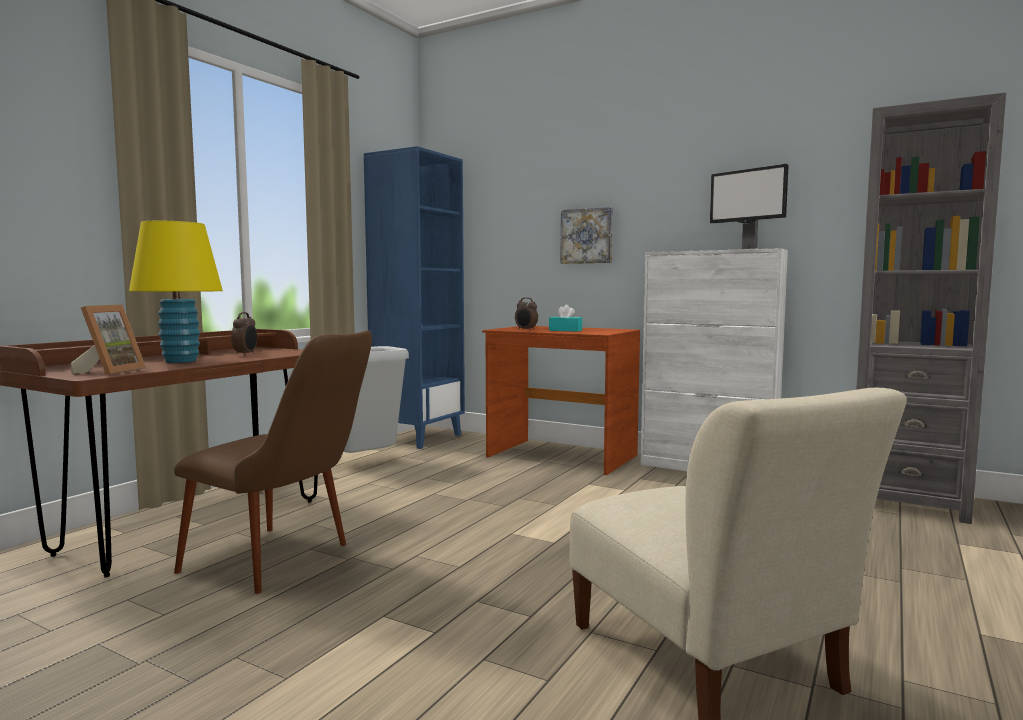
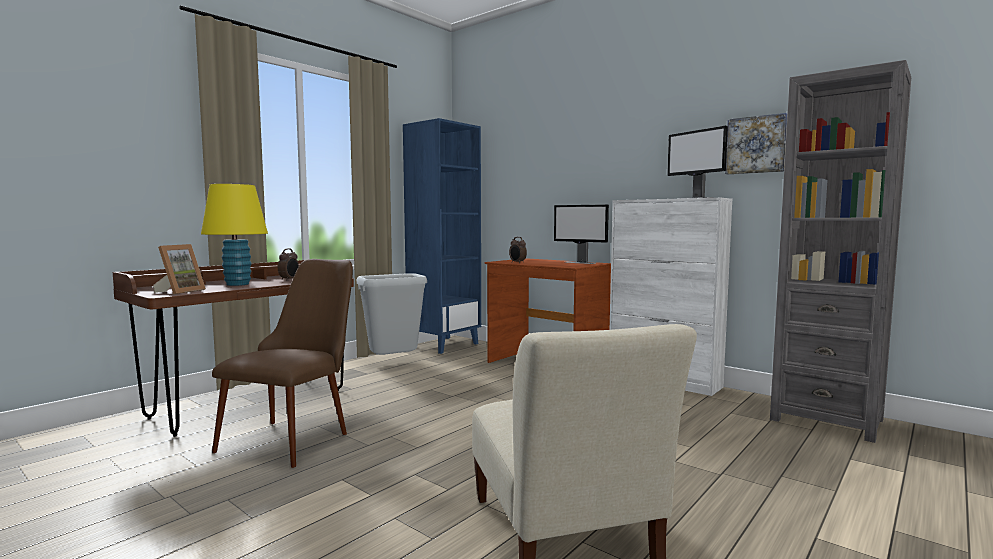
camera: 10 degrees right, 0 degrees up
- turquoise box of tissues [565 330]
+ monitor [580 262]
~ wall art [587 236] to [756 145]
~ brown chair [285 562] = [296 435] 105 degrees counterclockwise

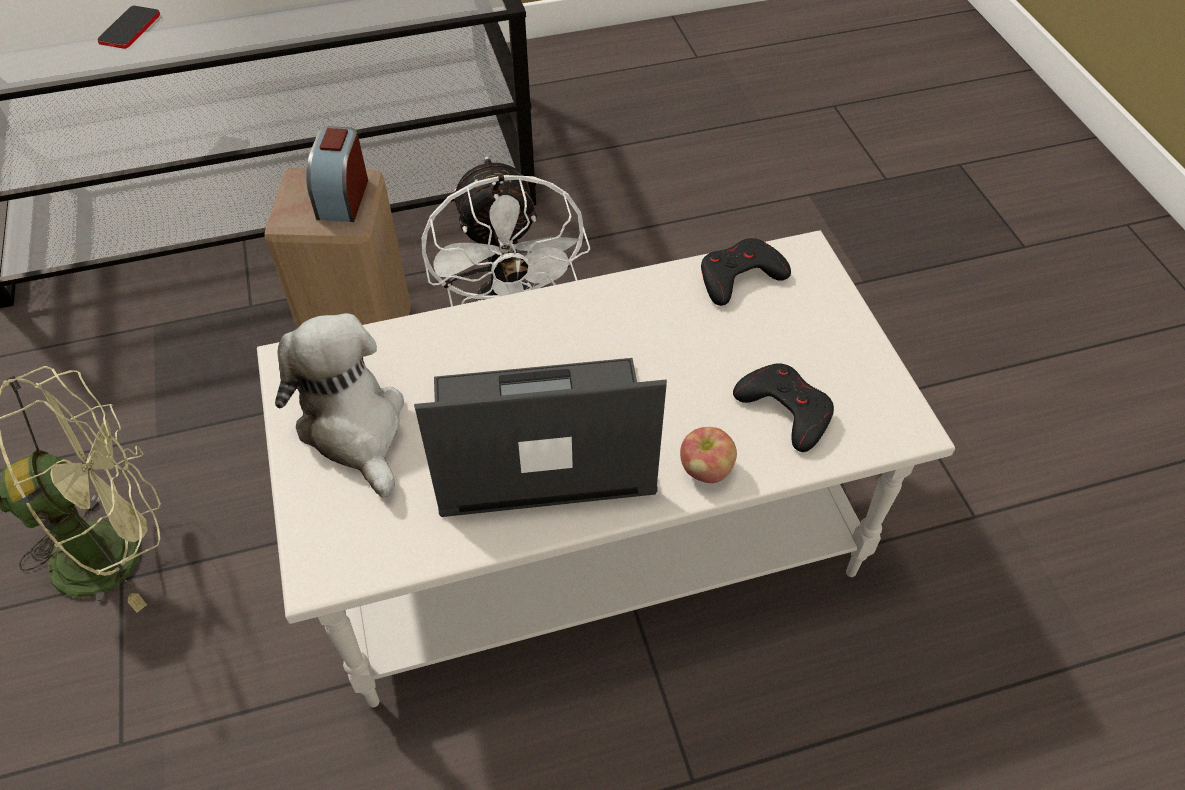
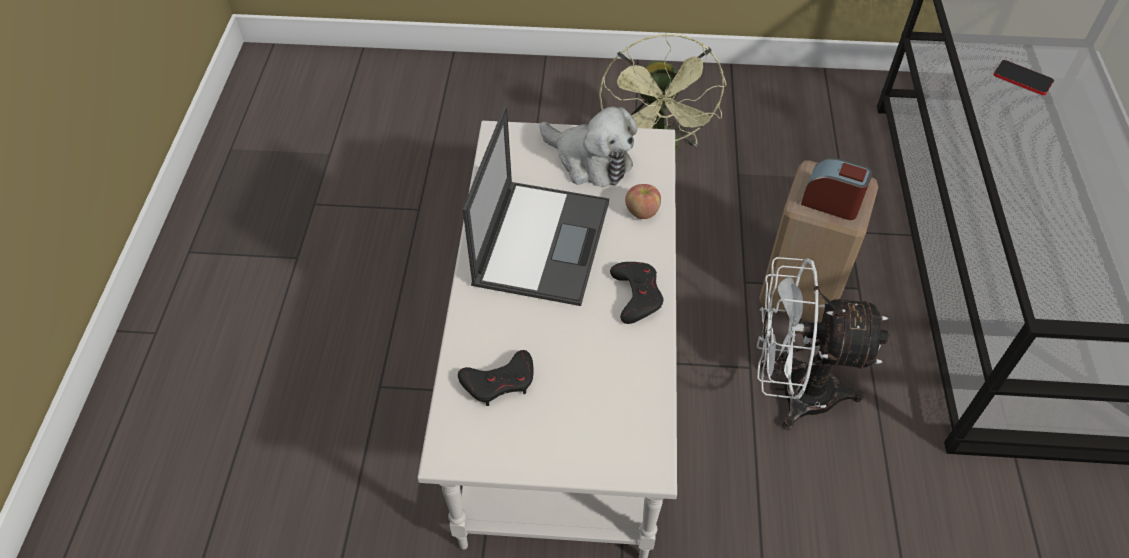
camera: 110 degrees right, 0 degrees up
~ apple [706 470] to [642 211]
~ black joypad [739 277] to [636 295]
~ cuddly toy [354 427] = [590 161] 45 degrees clockwise

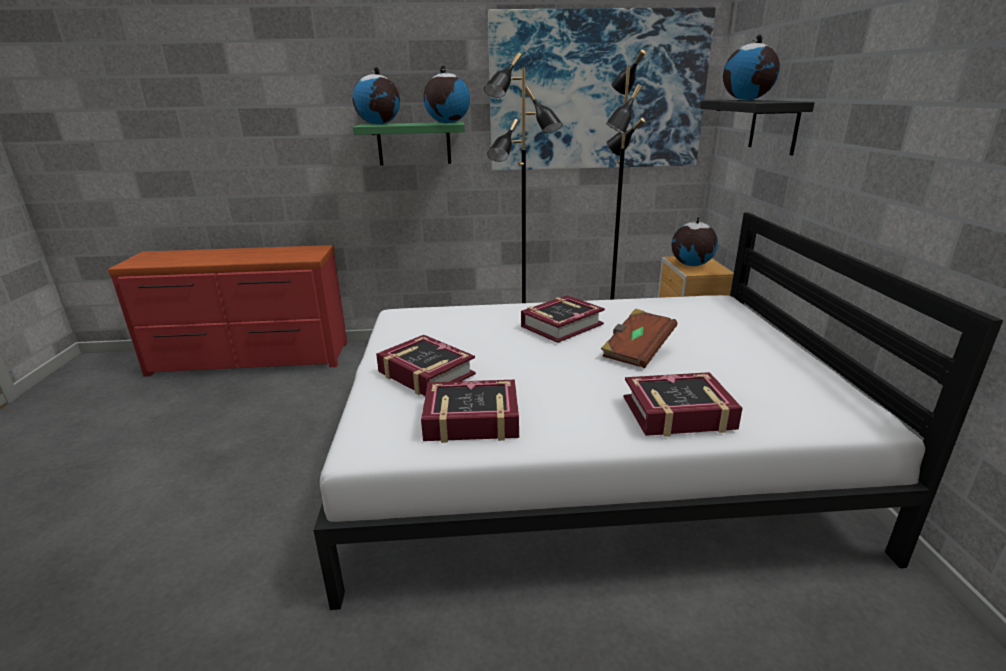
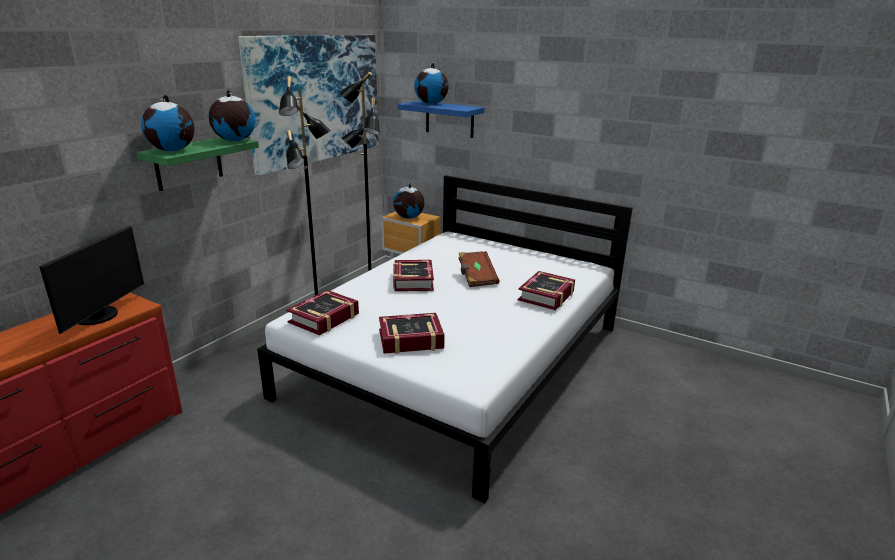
camera: 55 degrees left, 0 degrees up
+ monitor [100 316]
~ volume [471 420] to [324 318]
~ black wall shelf [774 126] to blue-coloured wall shelf [449 119]

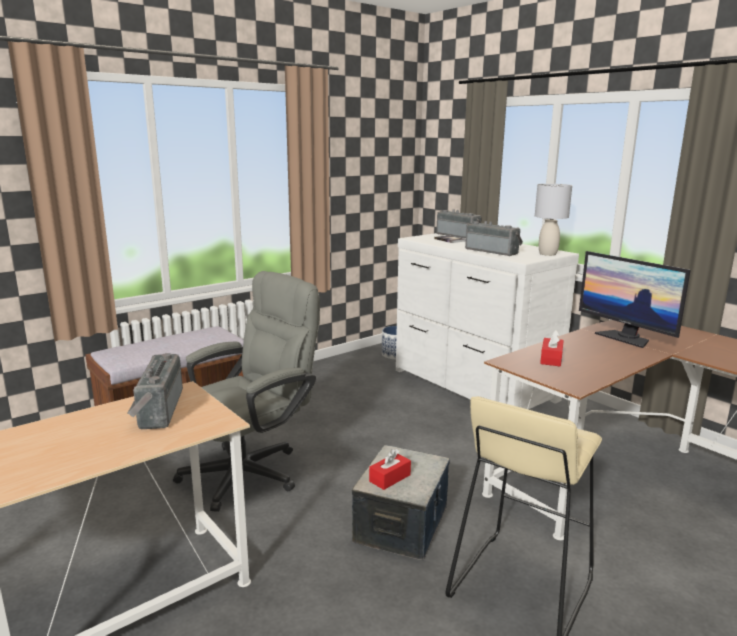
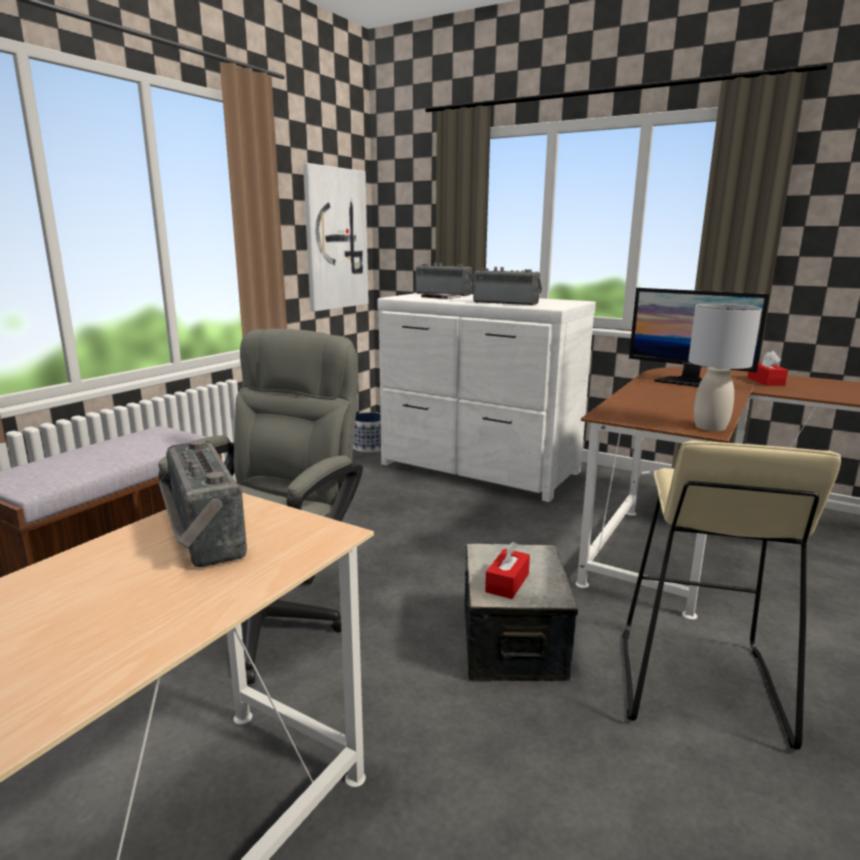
camera: 20 degrees left, 0 degrees up
+ wall art [335 239]
~ grey tabletop lamp [547 254] to [709 427]
~ red-coloured box of tissues [551 359] to [765 381]

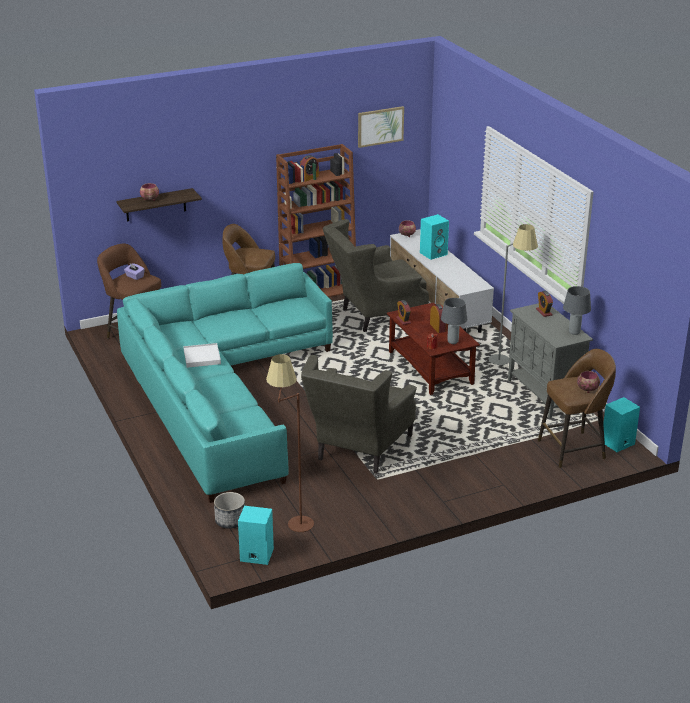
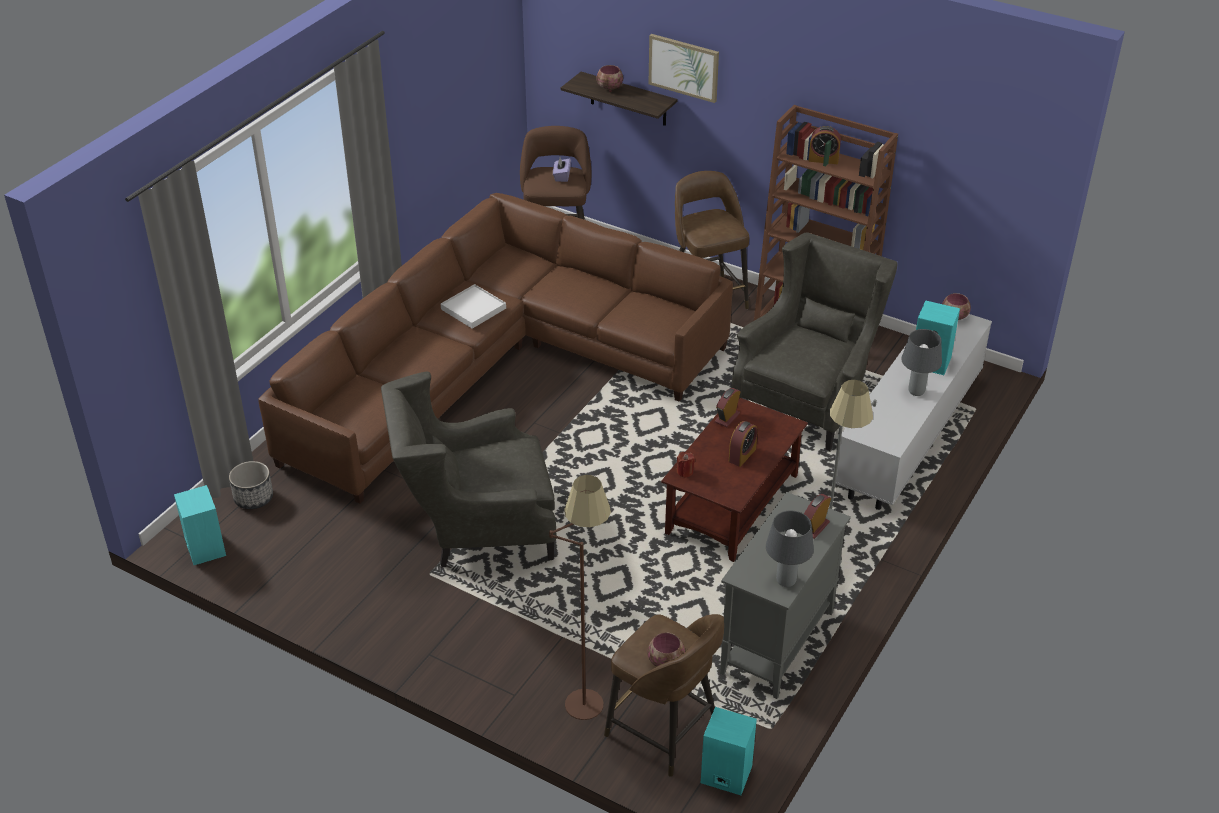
camera: 55 degrees right, 10 degrees up
~ brown floor lamp [291 519] to [585 690]
~ wall art [380 126] to [684 67]
~ grey tabletop lamp [452 342] to [916 391]
~ turquoise settee [220 393] to brown settee [497 366]
~ grey armchair [375 316] = [808 398] 90 degrees clockwise

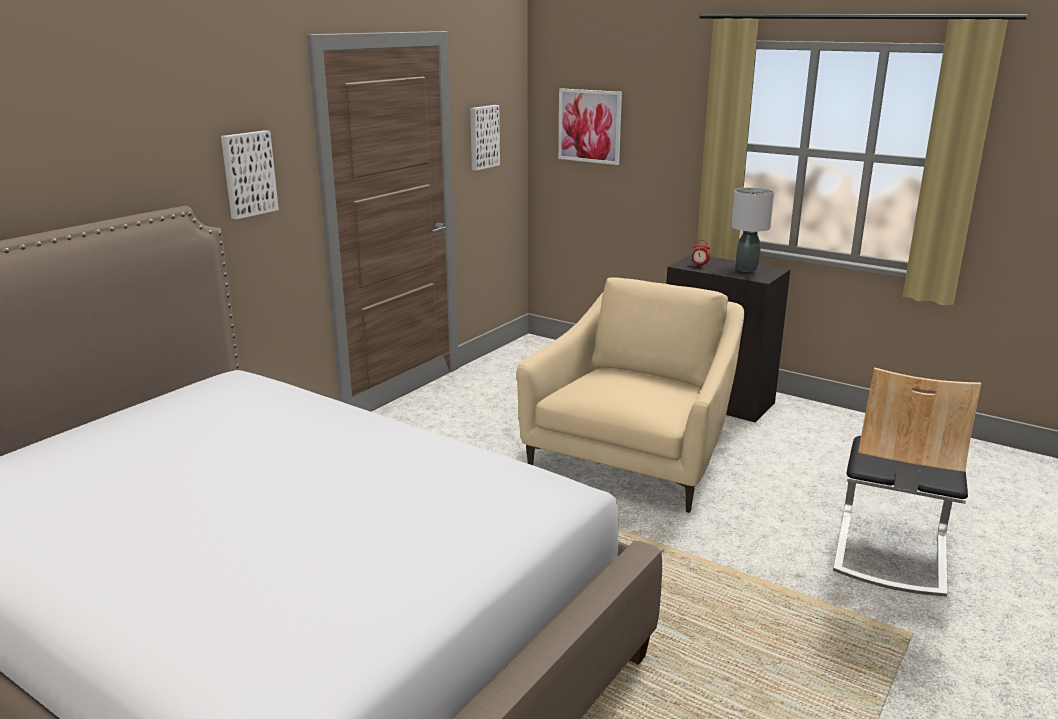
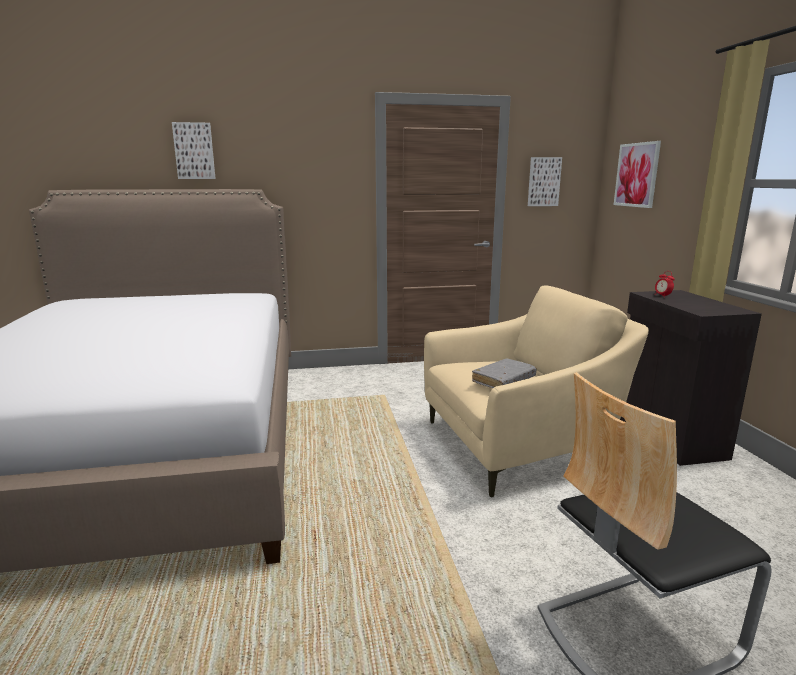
camera: 45 degrees right, 5 degrees down
- grey tabletop lamp [746 269]
+ grey volume [503 380]
~ wall art [248 174] to [194 151]

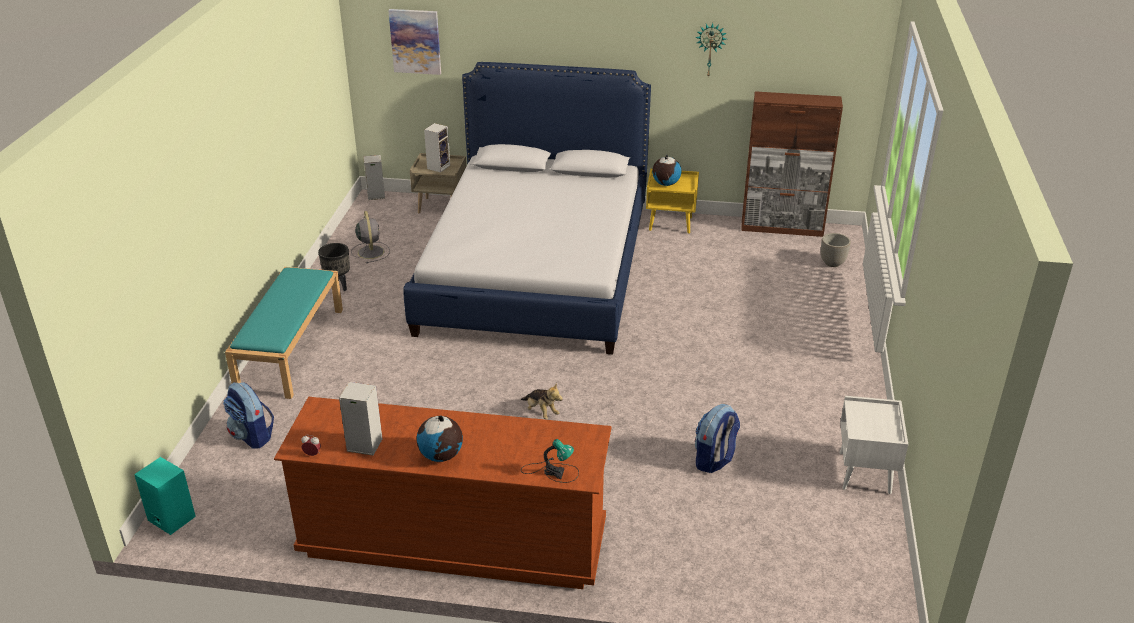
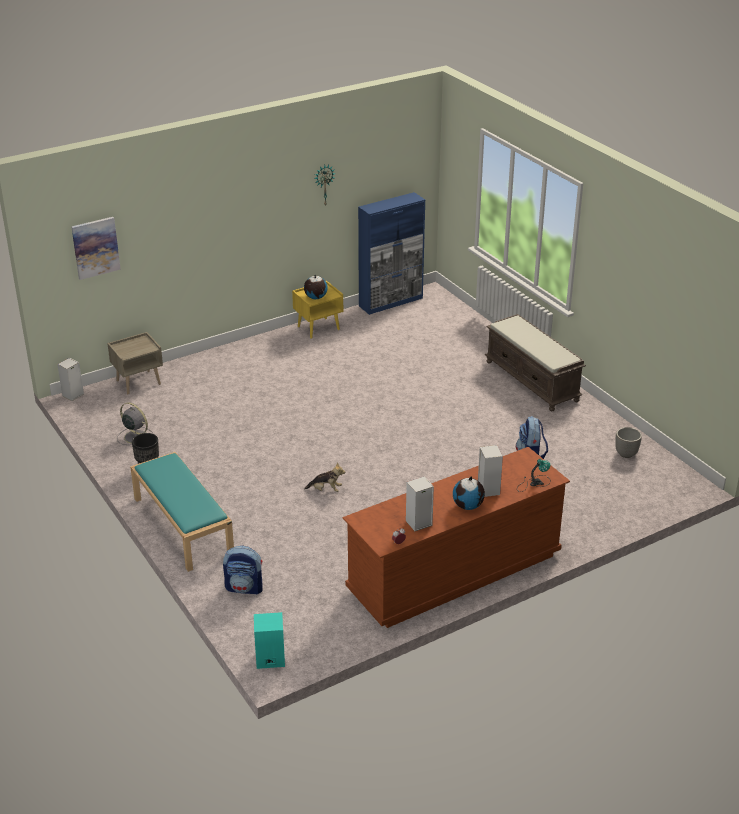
camera: 40 degrees left, 0 degrees up
- bed [535 269]
- white-coloured bedside table [865 473]
+ brown long seat [532 381]
~ audio speaker [438 166] to [487 489]
~ cuddly toy [541 412] to [325 490]
~ planter [832 263] to [626 454]
~ brown cabinet [782 227] to blue-coloured cabinet [391 302]

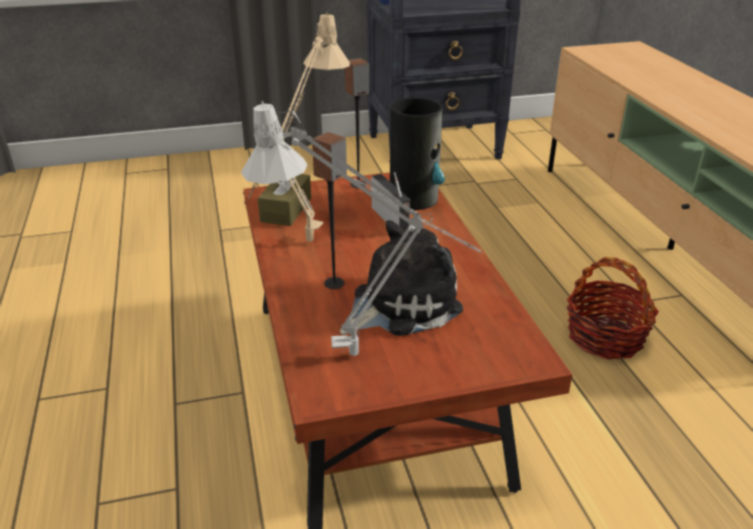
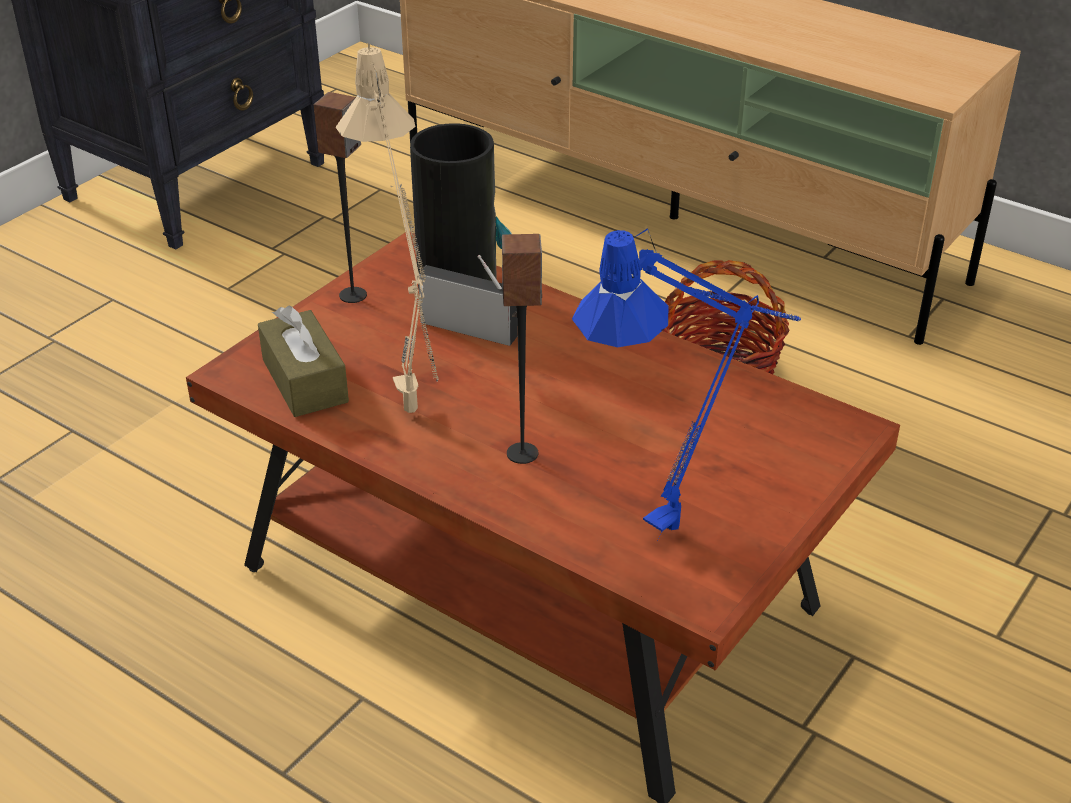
camera: 40 degrees left, 5 degrees up
- cuddly toy [400 304]
~ grey tabletop lamp [368 355] to blue-coloured tabletop lamp [685 520]

